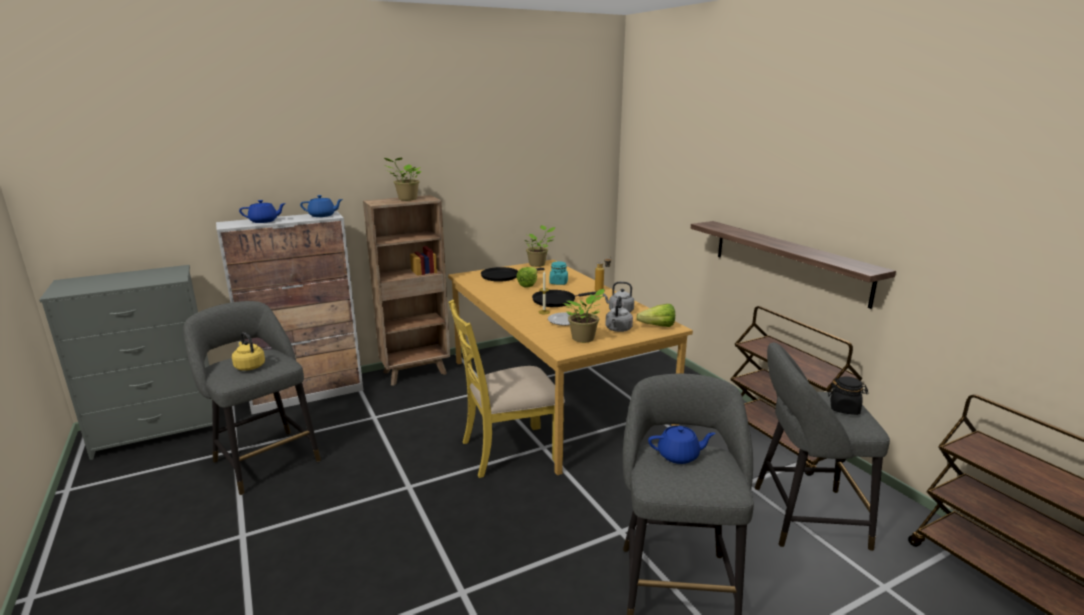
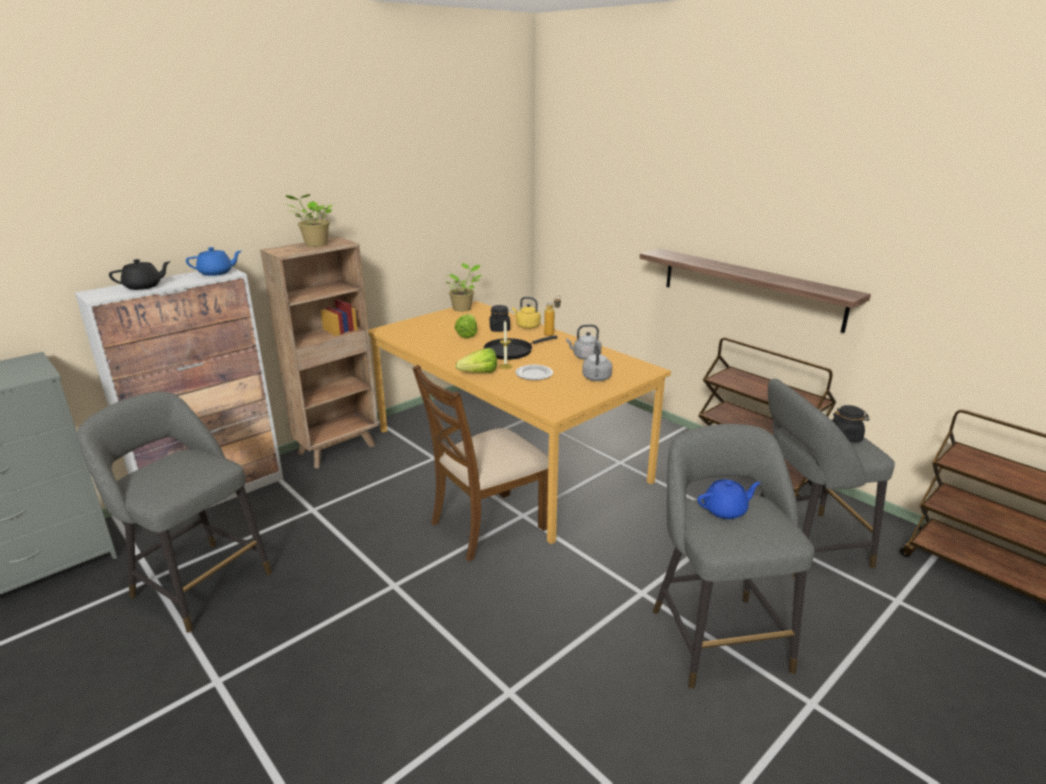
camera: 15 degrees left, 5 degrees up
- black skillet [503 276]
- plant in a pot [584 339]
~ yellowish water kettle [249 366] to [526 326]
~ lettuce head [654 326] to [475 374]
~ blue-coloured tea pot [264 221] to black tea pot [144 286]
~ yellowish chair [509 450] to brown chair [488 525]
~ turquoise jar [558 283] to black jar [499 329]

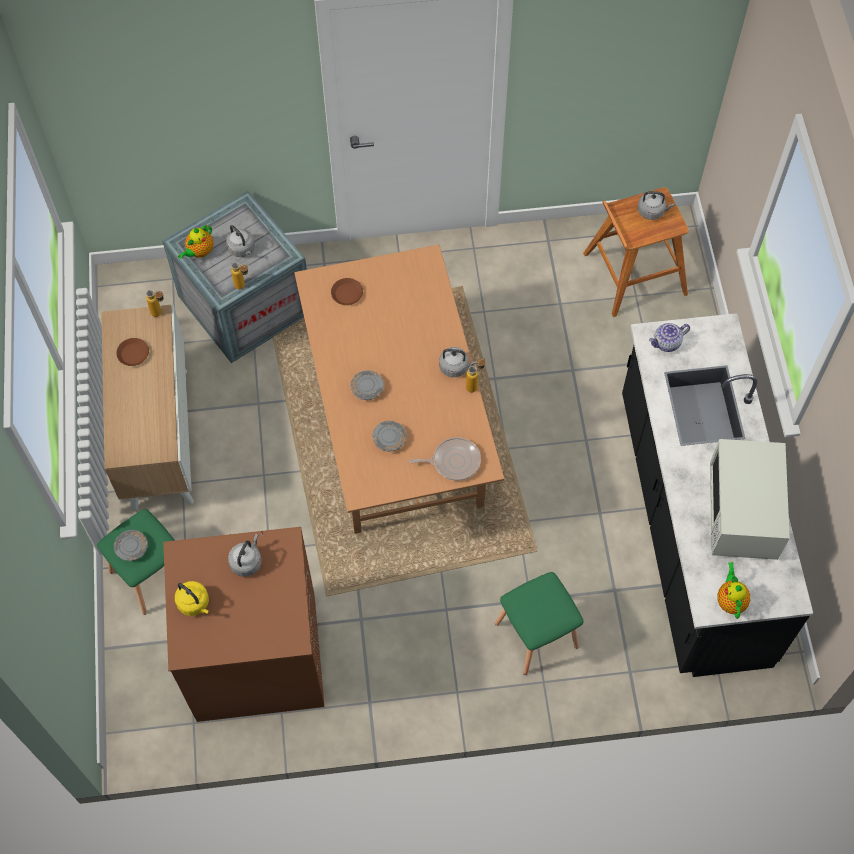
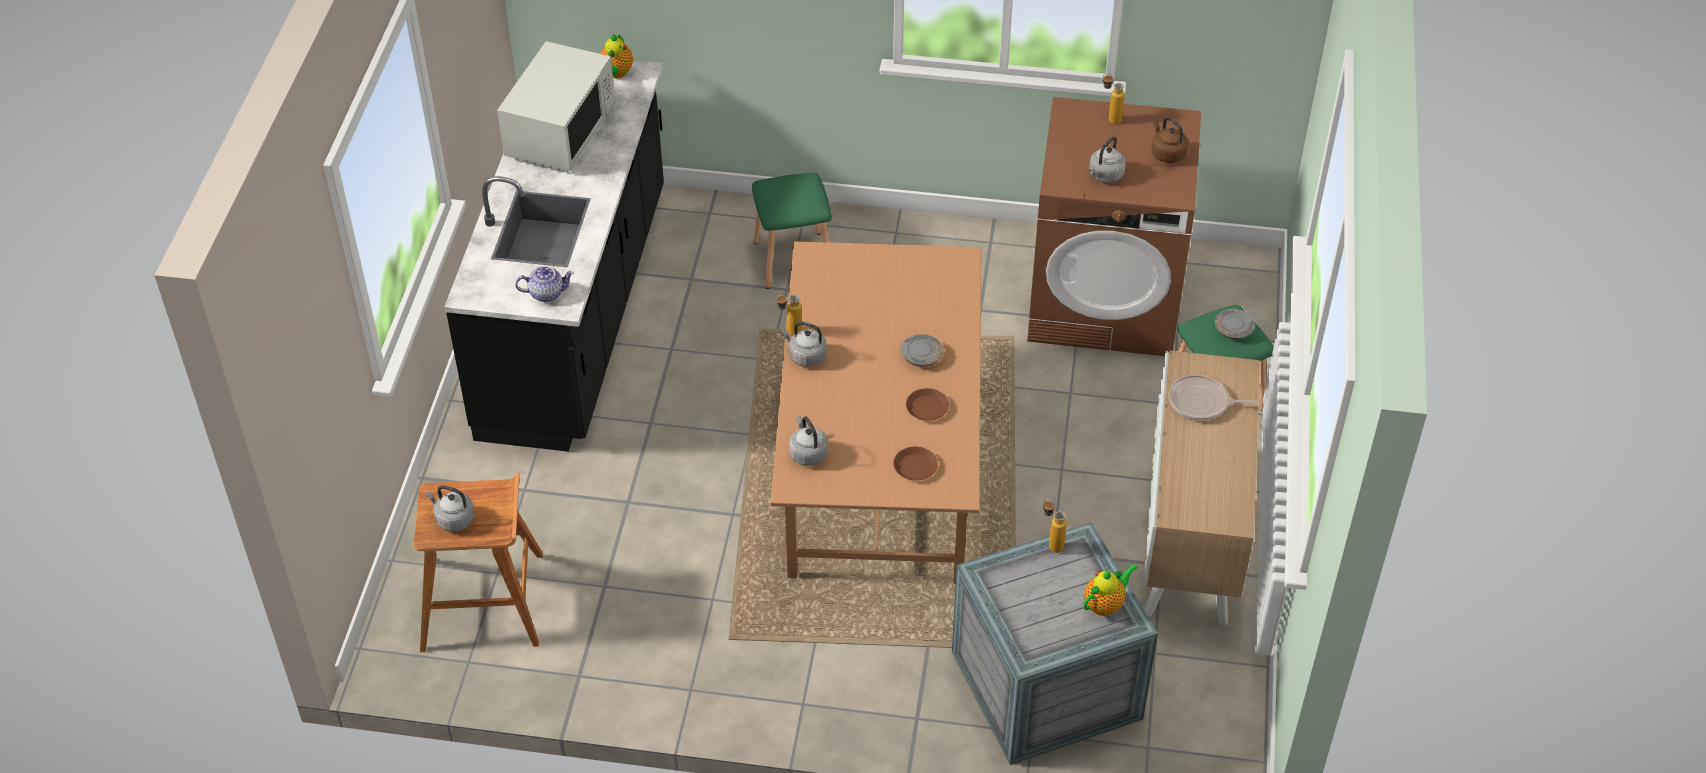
camera: 165 degrees left, 15 degrees down
- grey dinner plate [389 439]
~ brown dinner plate [133 353] to [927 408]
~ beverage bottle [160 314] to [1110 118]
~ grey water kettle [242 249] to [807 453]
~ skillet [453 461] to [1201 403]
~ yellowish water kettle [195 603] to brown water kettle [1166 153]

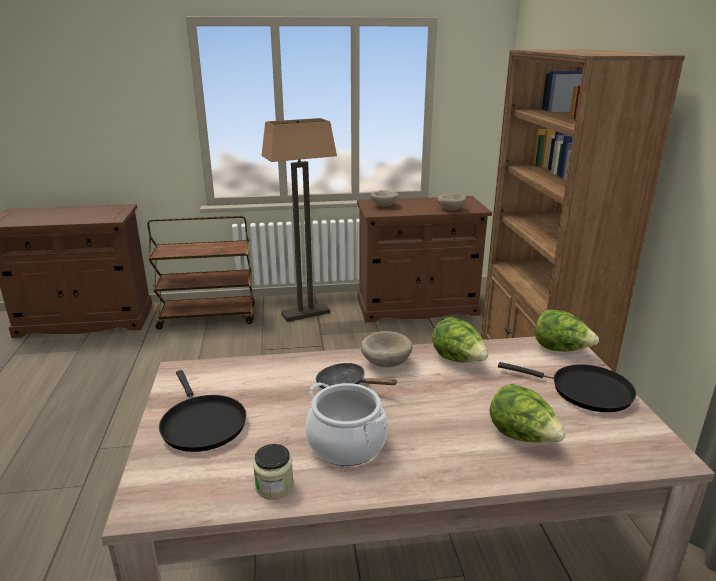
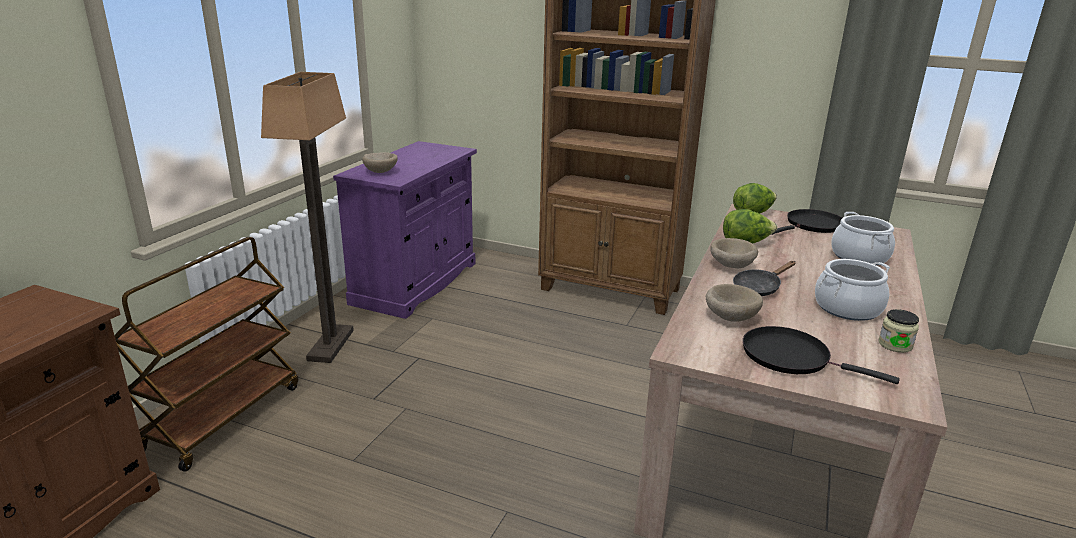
camera: 60 degrees left, 0 degrees up
~ sand-coloured serving bowl [451 209] to [729 317]
~ lettuce head [522 437] to cooking pot [859 257]
~ brown cabinet [417 307] to purple-coloured cabinet [416 283]
~ black skillet [201 424] = [791 357] 150 degrees counterclockwise

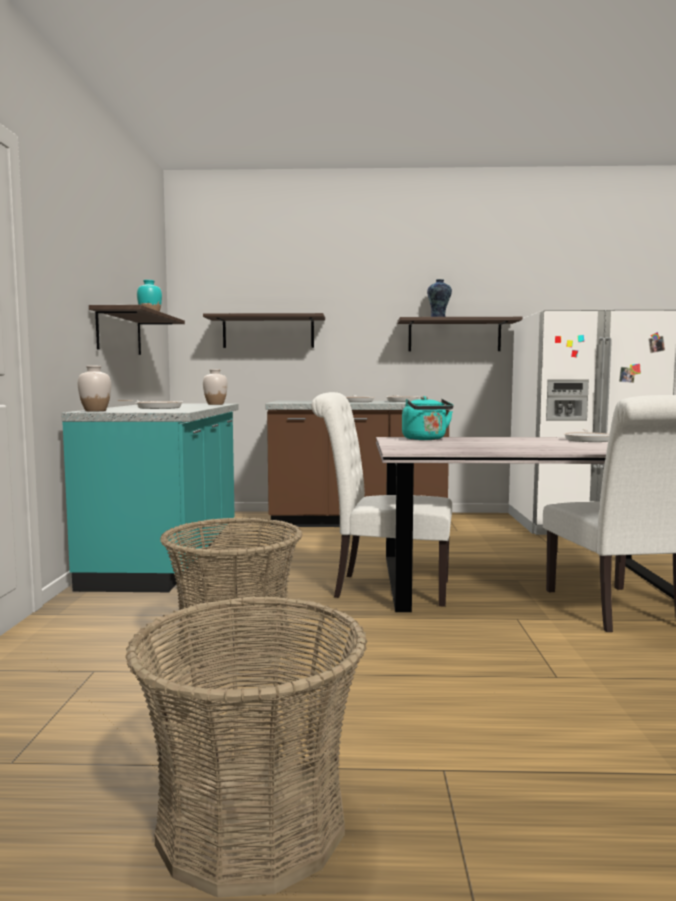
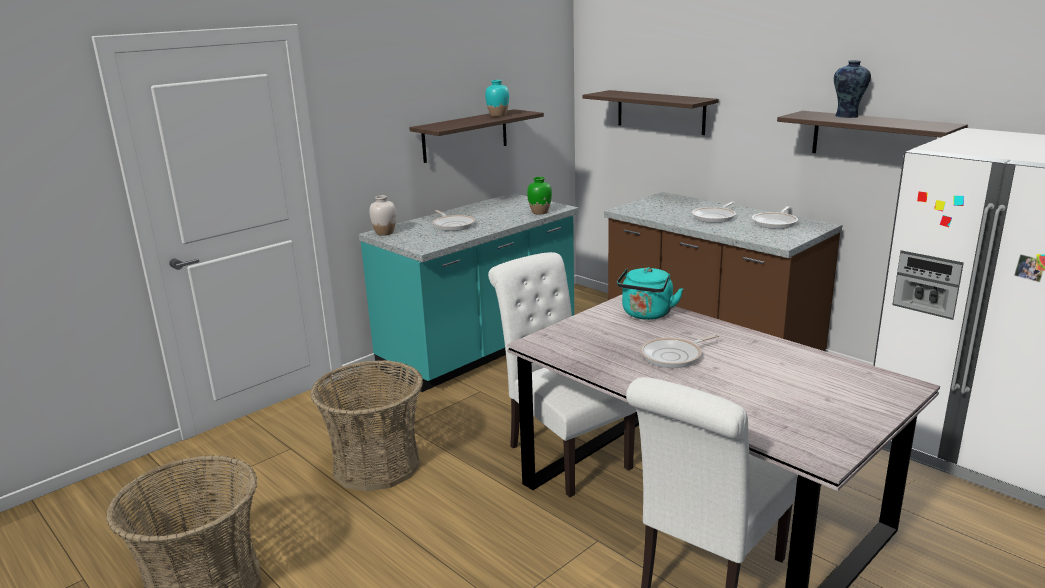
camera: 45 degrees right, 15 degrees up
~ skillet [588 440] to [674 356]
~ white-coloured flower vase [215 404] to green flower vase [540 212]

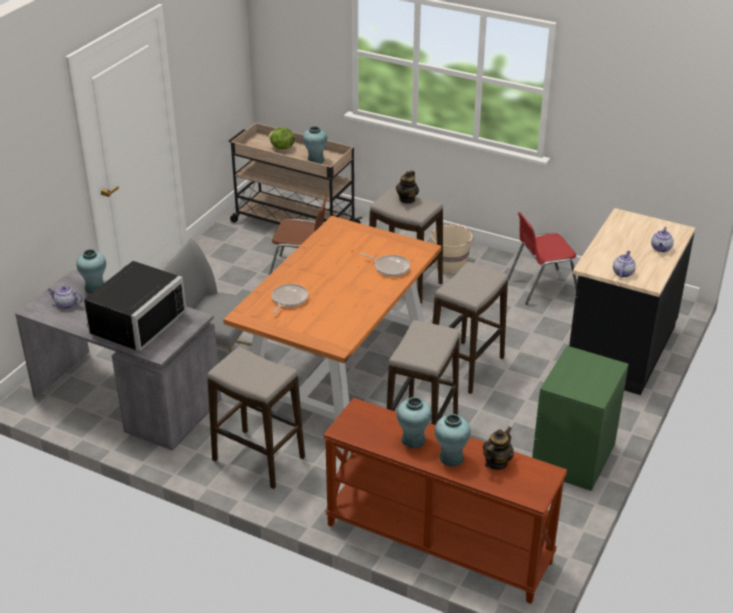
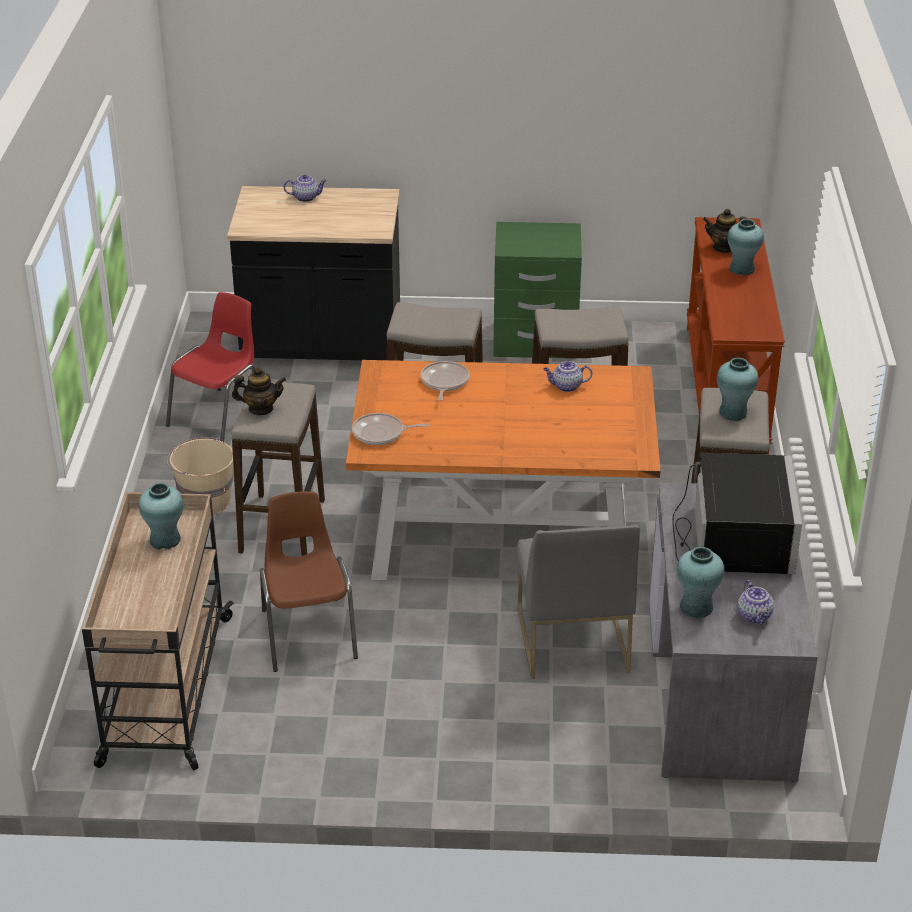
camera: 115 degrees left, 0 degrees up
- lettuce head [281 148]
~ skillet [288 299] to [381 433]
~ turquoise flower vase [413 440] to [733 412]
~ tea pot [622 273] to [566 386]
~ black microwave oven [133 322] = [733 539] 90 degrees clockwise
~ red-coloured chair [541 287] = [221 417] 105 degrees counterclockwise

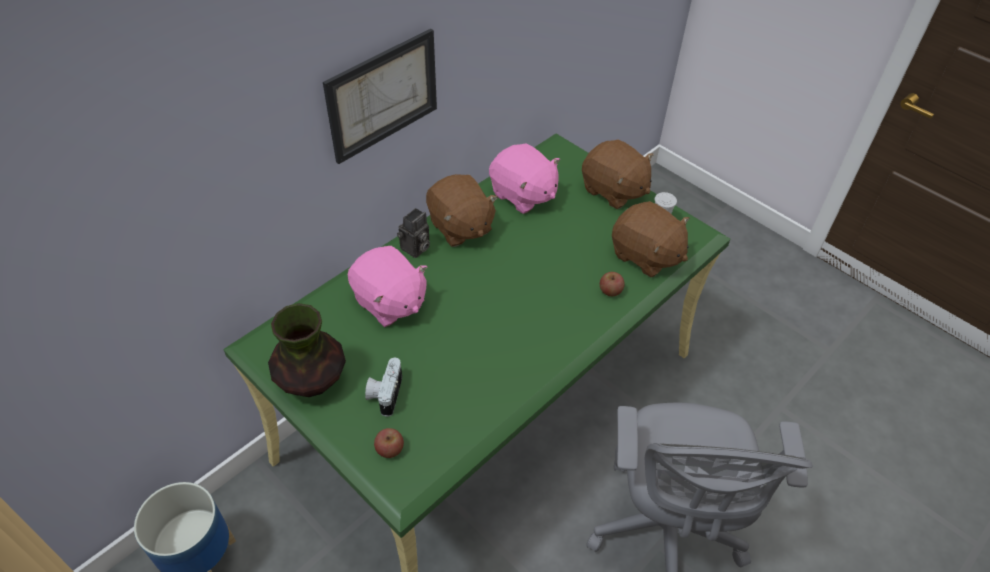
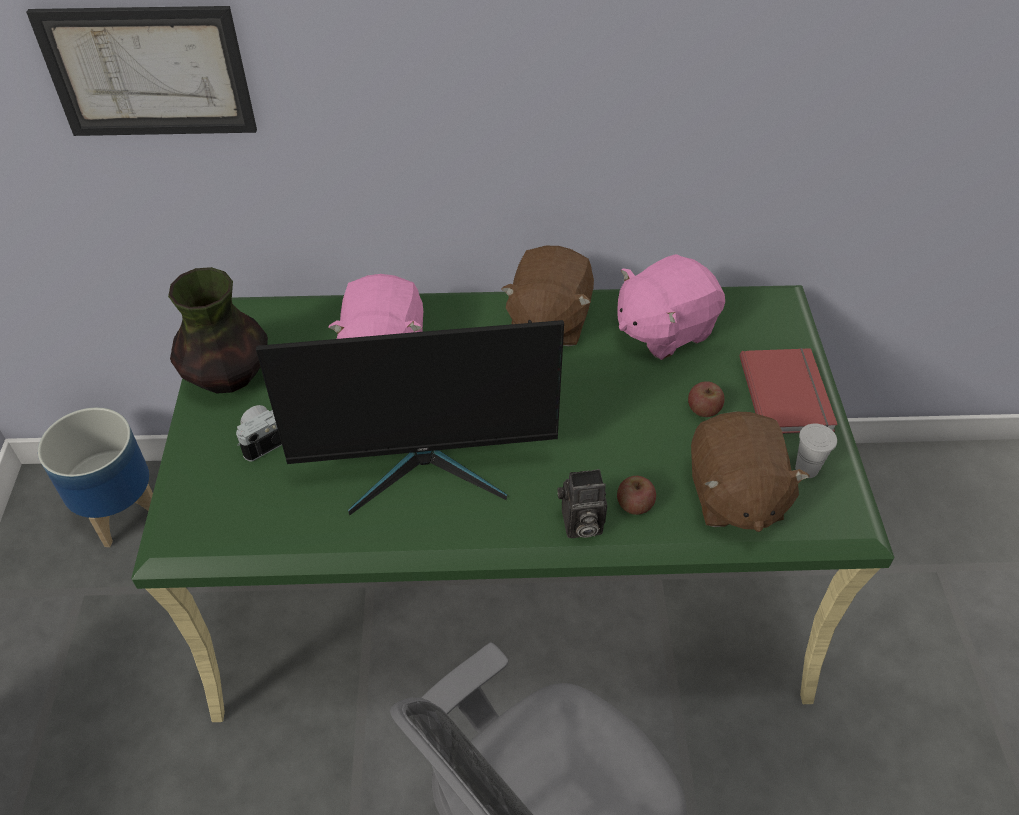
camera: 45 degrees right, 0 degrees up
+ monitor [426 467]
~ wall art [382 95] to [148 72]
~ apple [389 449] to [703 409]
~ still camera [415 249] to [580 525]
~ brown cuddly toy [613 191] to red-coloured volume [788 393]
~ pink cuddly toy [523 195] = [663 330] 60 degrees clockwise

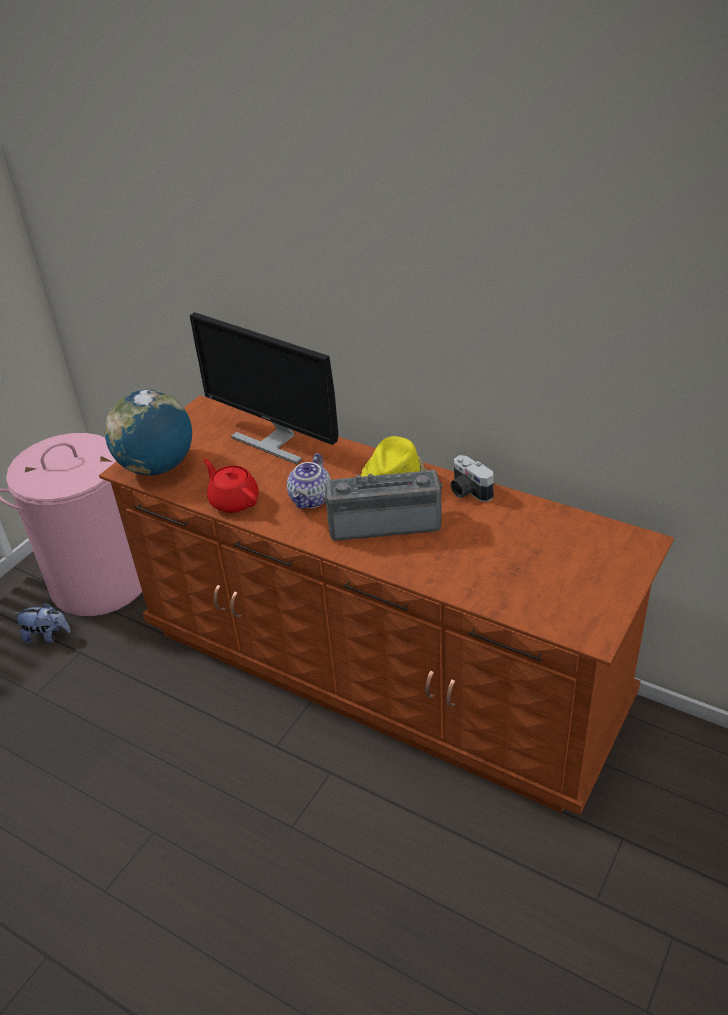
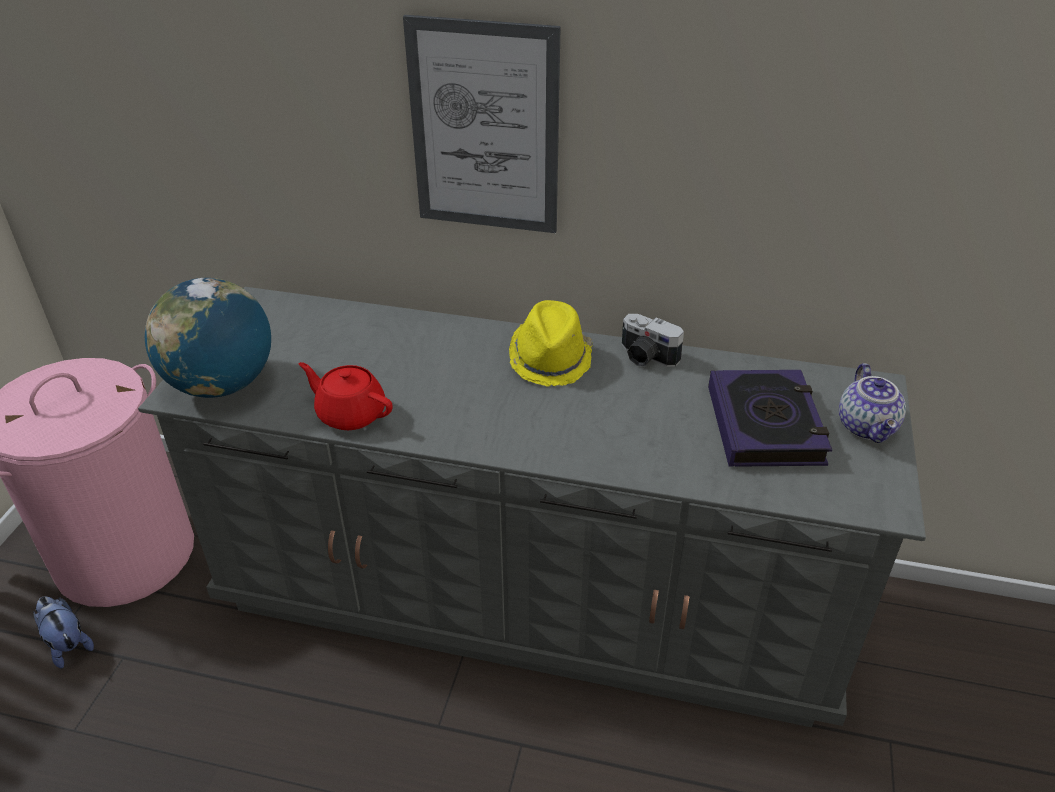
camera: 20 degrees left, 0 degrees up
- monitor [274 441]
- radio set [384 522]
+ wall art [485 129]
+ volume [765 425]
~ tea pot [311 499] to [868 427]
~ brown chest of drawers [378 666] to grey chest of drawers [529 594]
~ cuddly toy [47 636] = [68 644] 120 degrees counterclockwise

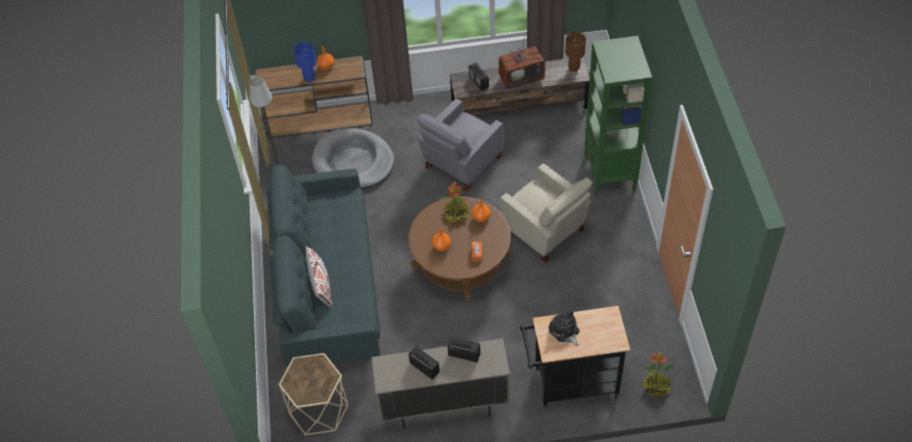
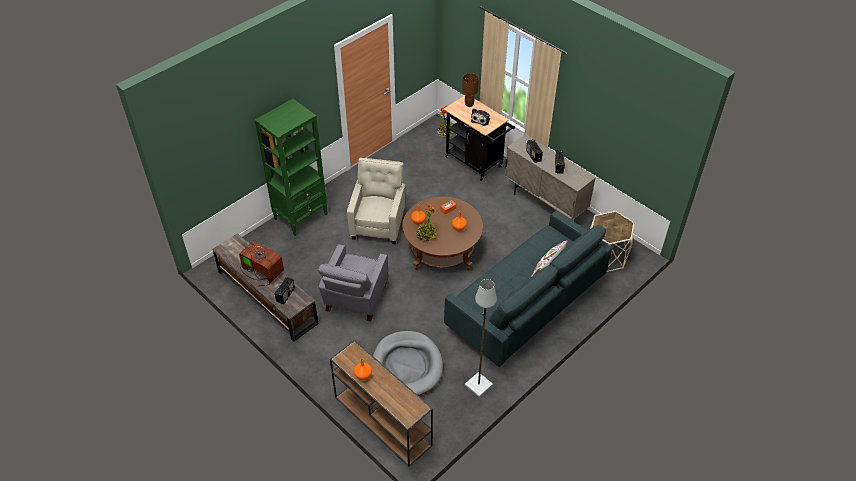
camera: 130 degrees left, 5 degrees down
- blue-coloured tabletop lamp [309 79]
~ brown tabletop lamp [574 68] to [469 104]
~ grey armchair [460 163] = [355 299] 105 degrees clockwise

